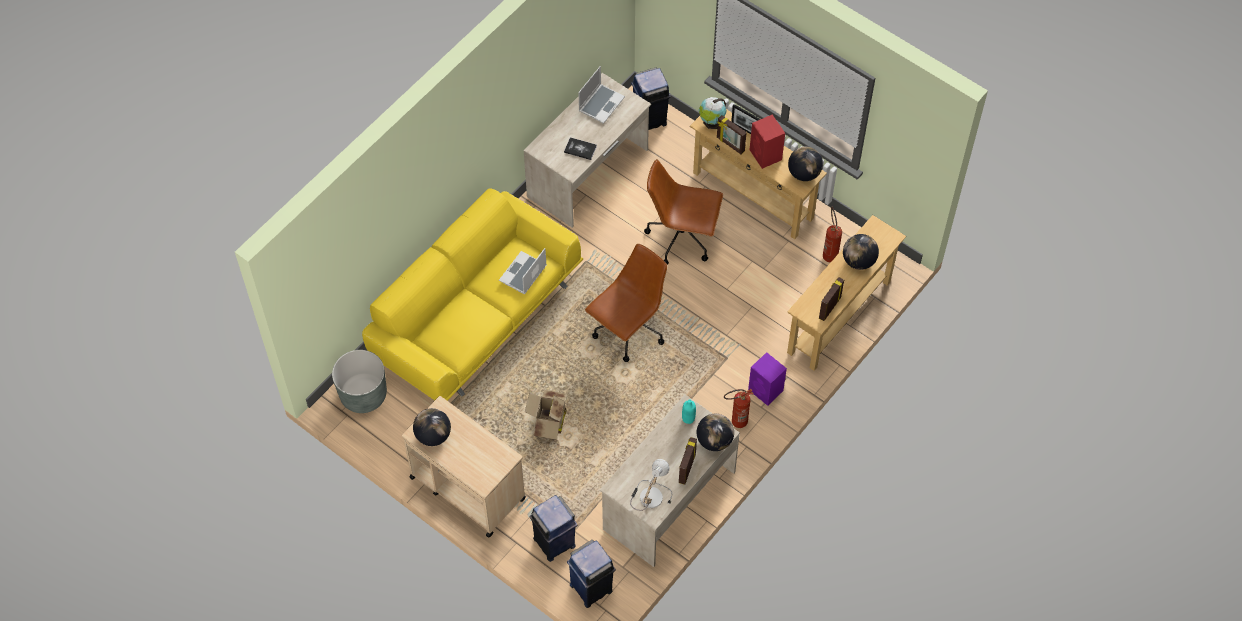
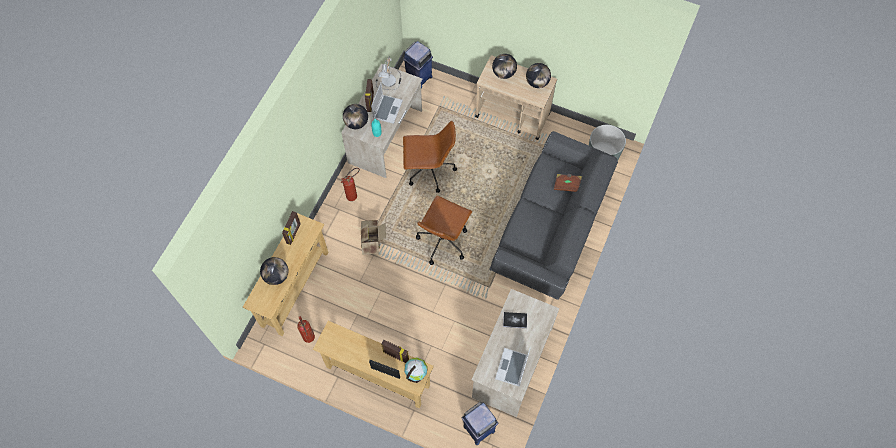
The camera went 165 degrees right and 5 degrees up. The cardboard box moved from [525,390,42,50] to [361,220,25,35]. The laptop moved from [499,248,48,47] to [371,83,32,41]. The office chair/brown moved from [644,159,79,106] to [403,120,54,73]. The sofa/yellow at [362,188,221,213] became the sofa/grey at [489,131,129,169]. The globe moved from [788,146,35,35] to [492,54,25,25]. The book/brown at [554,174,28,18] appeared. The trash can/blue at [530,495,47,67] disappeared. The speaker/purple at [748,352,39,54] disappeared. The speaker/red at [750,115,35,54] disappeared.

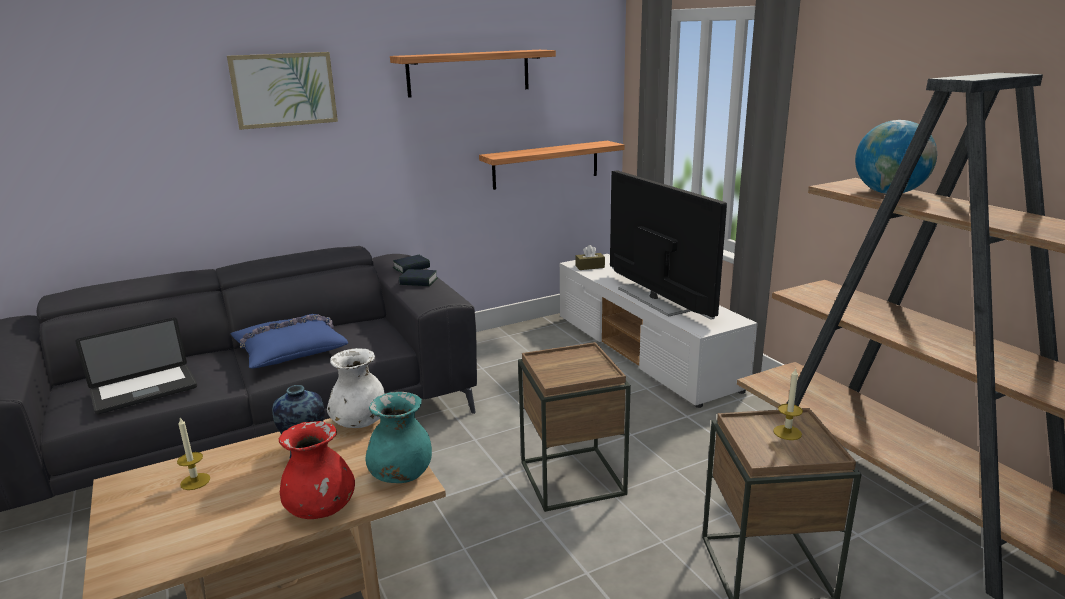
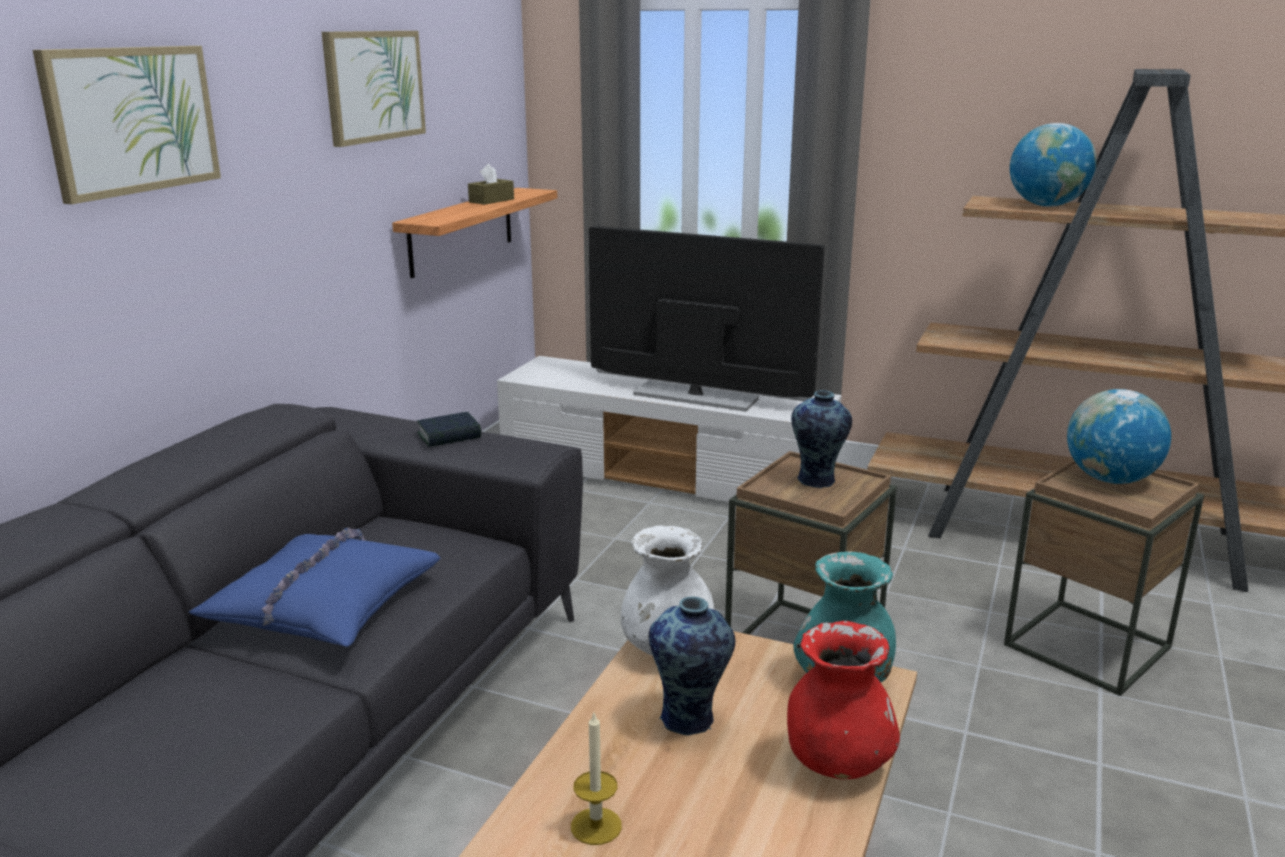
The camera went 40 degrees left and 0 degrees up. The shelf at [390,50,166,48] was replaced by the picture at [322,31,104,116]. The tissue box/brown moved from [576,245,29,25] to [468,164,46,41]. The vase at [791,390,61,98] appeared. The candle at [773,368,30,72] was replaced by the globe at [1067,389,104,95]. The laptop at [75,318,122,96] disappeared. The book at [393,255,37,19] disappeared.

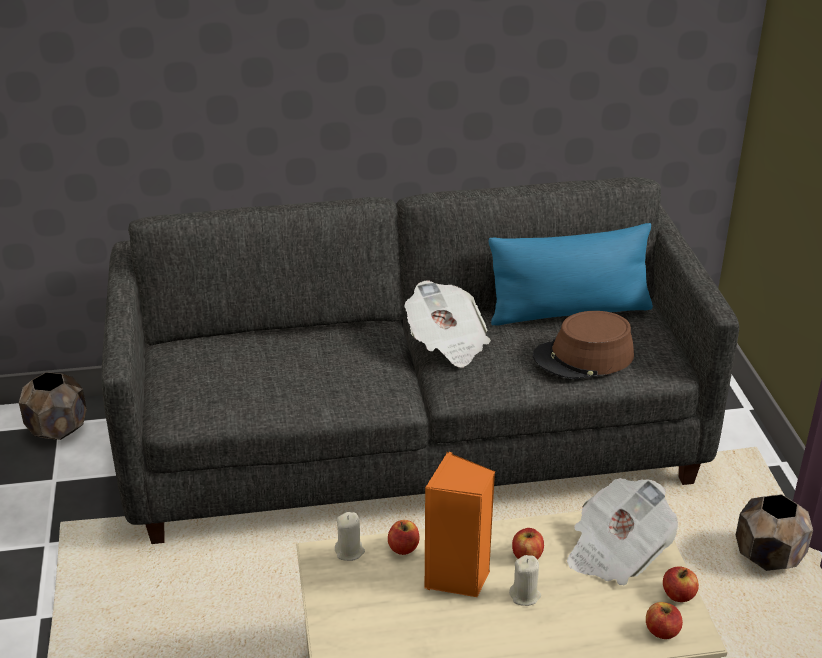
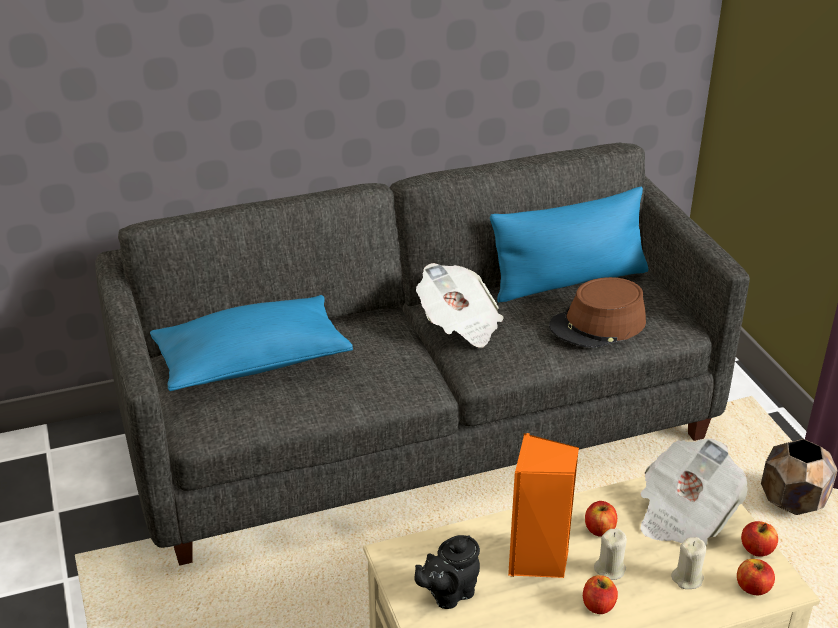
The camera went 10 degrees left and 0 degrees up. The pillow/blue at [150,295,203,96] appeared. The teapot/black at [414,535,66,74] appeared. The apple moved from [388,520,31,35] to [583,575,35,39]. The candle/beige moved from [335,512,30,49] to [671,537,35,52]. The planter/brown at [19,372,68,68] disappeared.

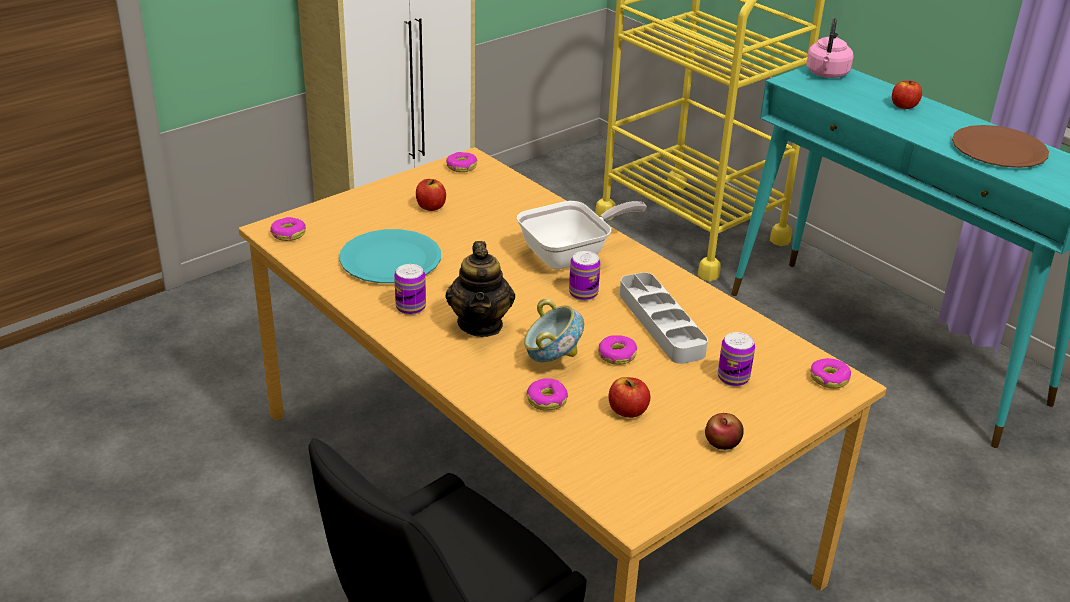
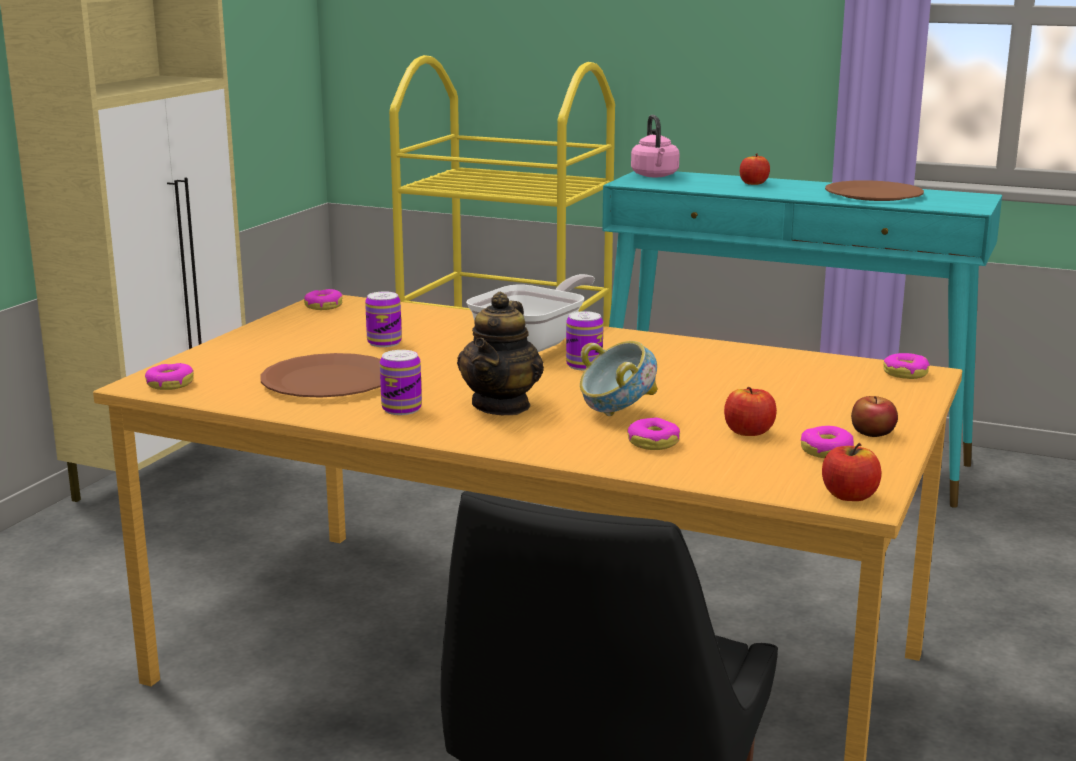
The camera went 25 degrees left and 15 degrees down. The plate/turquoise at [339,229,102,54] became the plate/brown at [261,353,120,45]. The can moved from [718,332,37,55] to [365,292,37,55]. The teapot at [445,241,70,96] turned 45 degrees clockwise. The donut moved from [598,336,39,29] to [801,426,53,32]. The apple moved from [416,179,30,32] to [822,443,59,58]. The tray/grey at [620,272,88,92] disappeared.

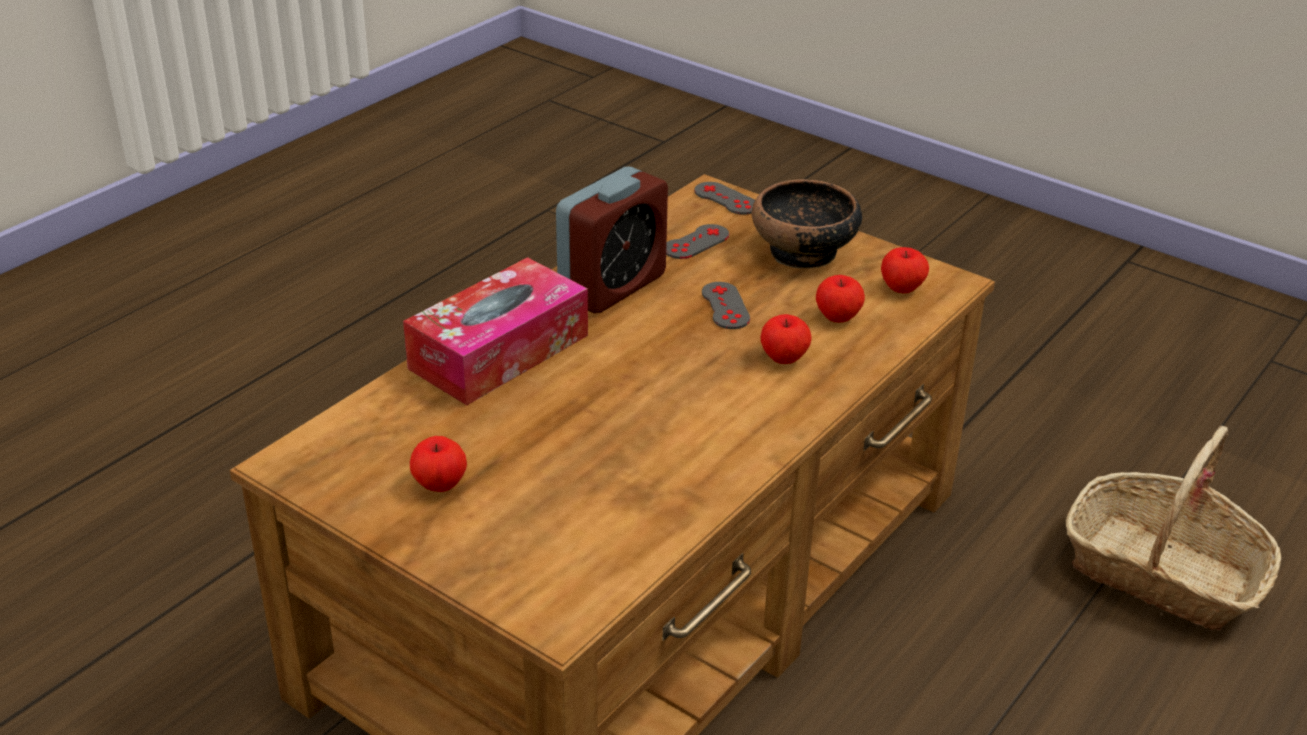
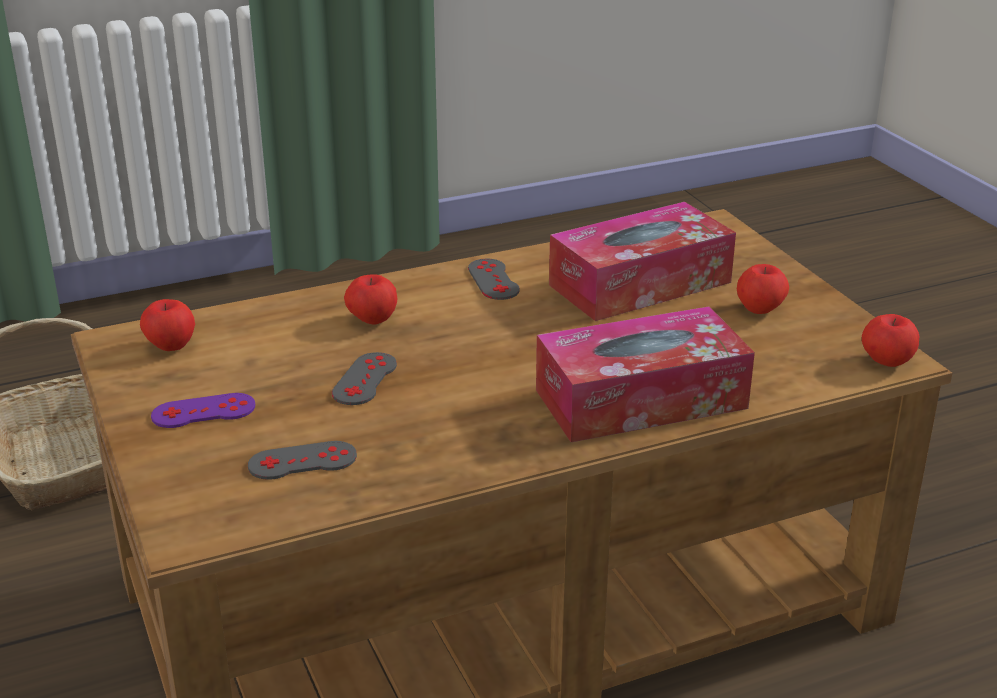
The camera went 150 degrees left and 5 degrees down. The bowl at [752,179,110,90] was replaced by the game controller/purple at [151,393,104,35]. The game controller/grey moved from [694,182,61,33] to [468,258,52,42]. The tissue box at [549,202,187,119] appeared. The apple moved from [816,275,49,48] to [862,314,57,53]. The alarm clock at [556,167,112,146] disappeared.

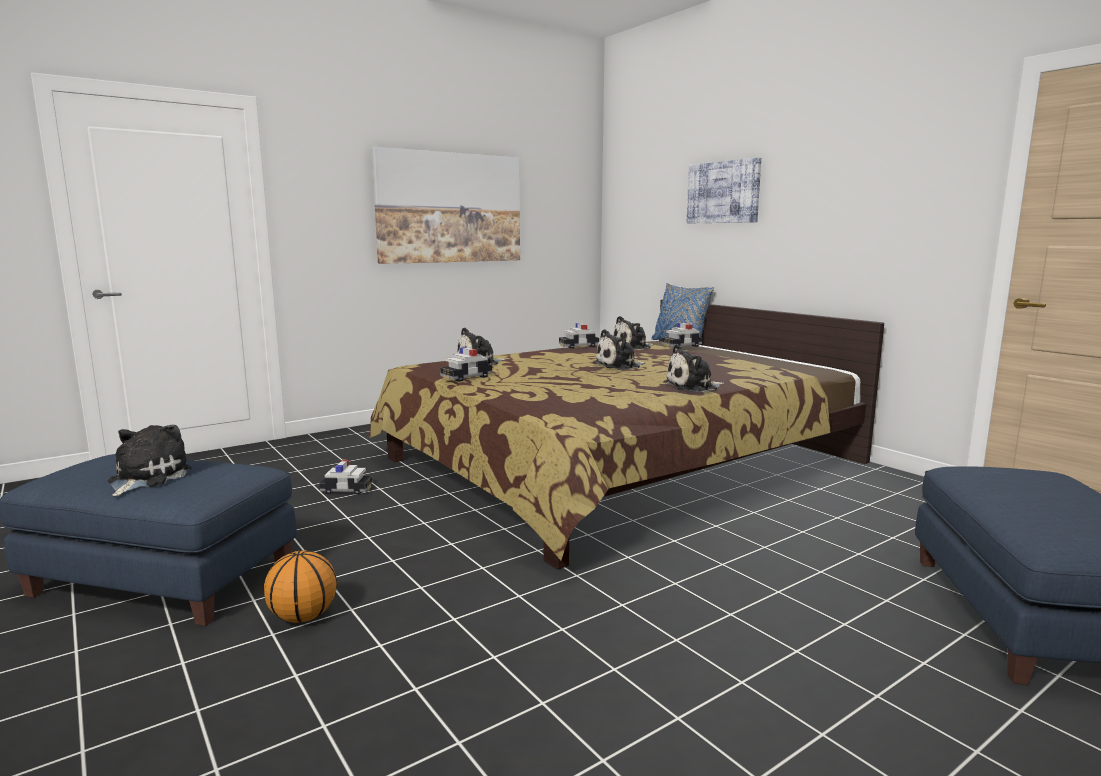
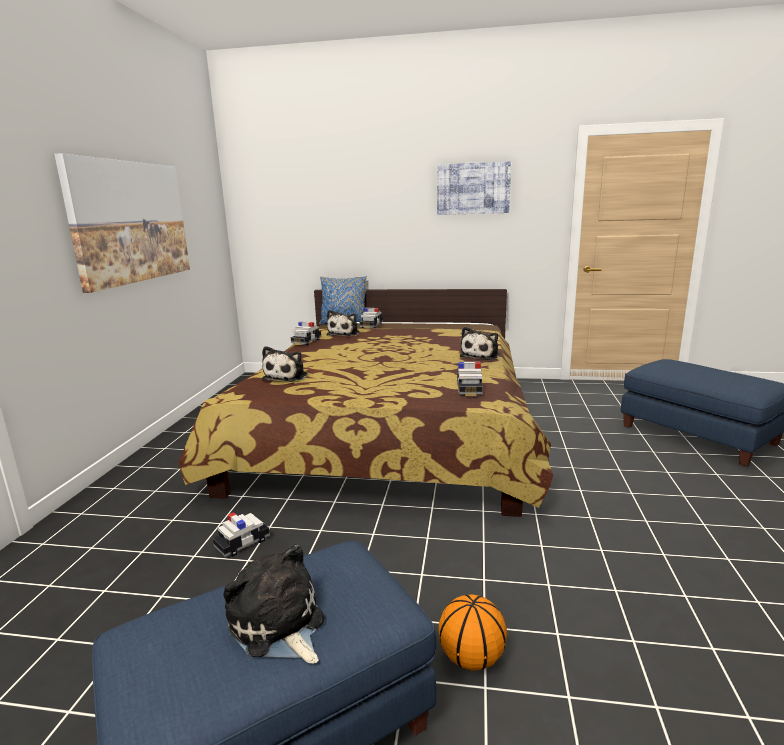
The camera went 45 degrees left and 5 degrees up. The picture moved from [687,158,74,65] to [437,161,74,54]. The toy car moved from [440,347,52,35] to [457,362,26,34]. The plush toy at [593,329,52,41] disappeared.

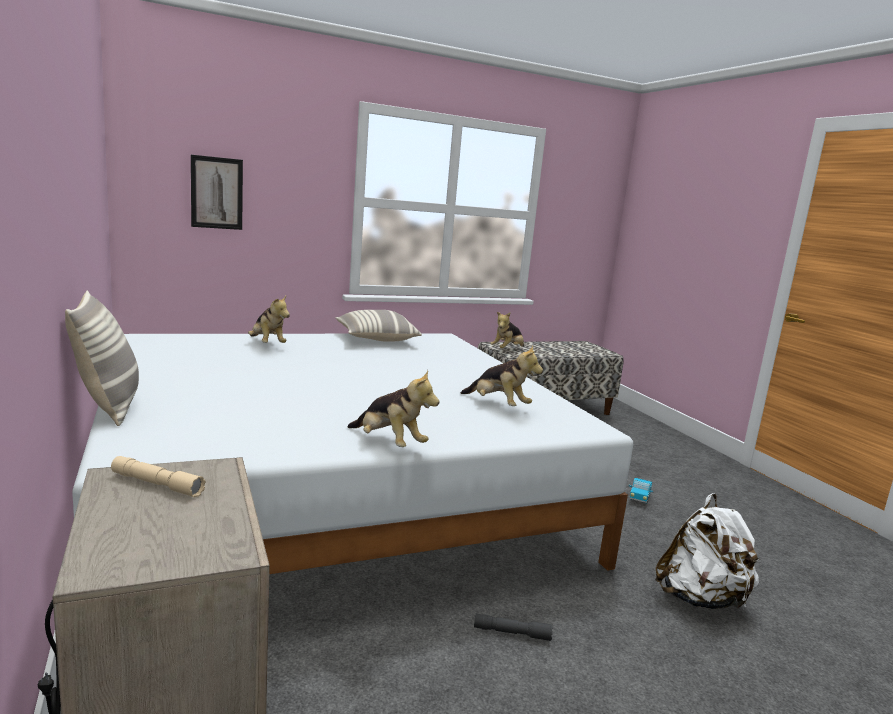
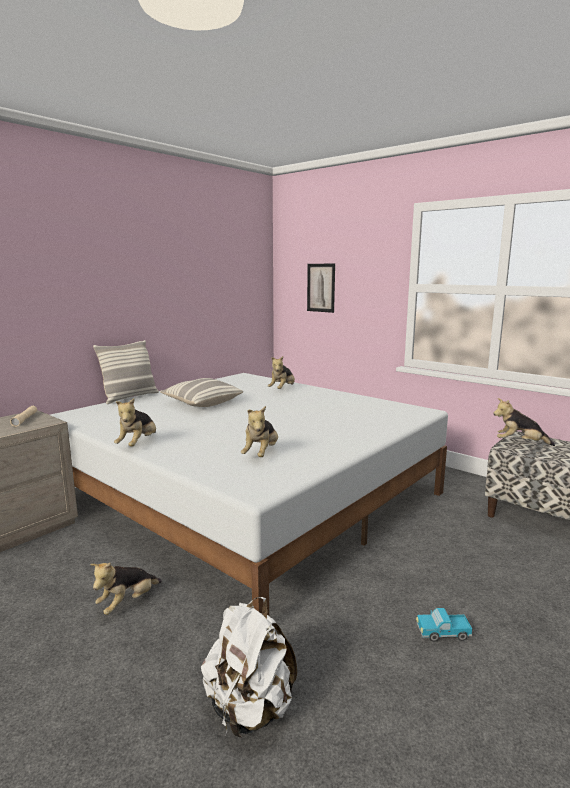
The camera went 65 degrees right and 0 degrees up. The flashlight/grey at [474,614,79,27] was replaced by the plush toy at [90,563,72,52]. The pillow moved from [336,310,86,32] to [160,378,83,29].

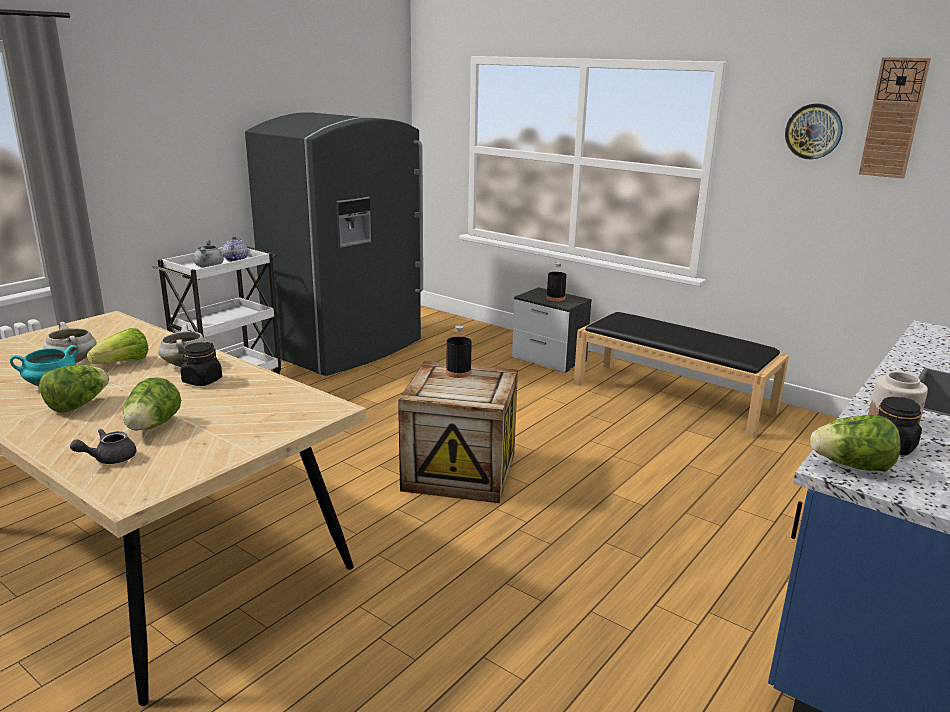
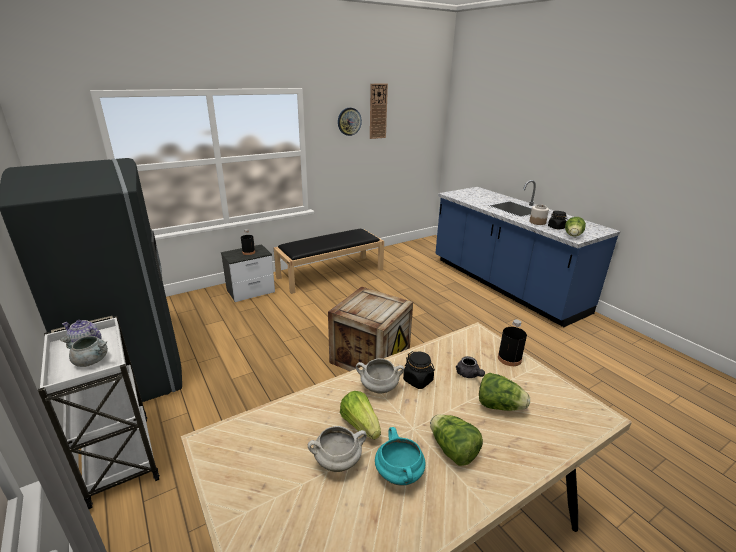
The camera went 70 degrees left and 5 degrees up. The teapot/grey moved from [70,429,67,35] to [456,356,29,22]. The bottle/black moved from [446,325,26,53] to [498,319,29,47].

